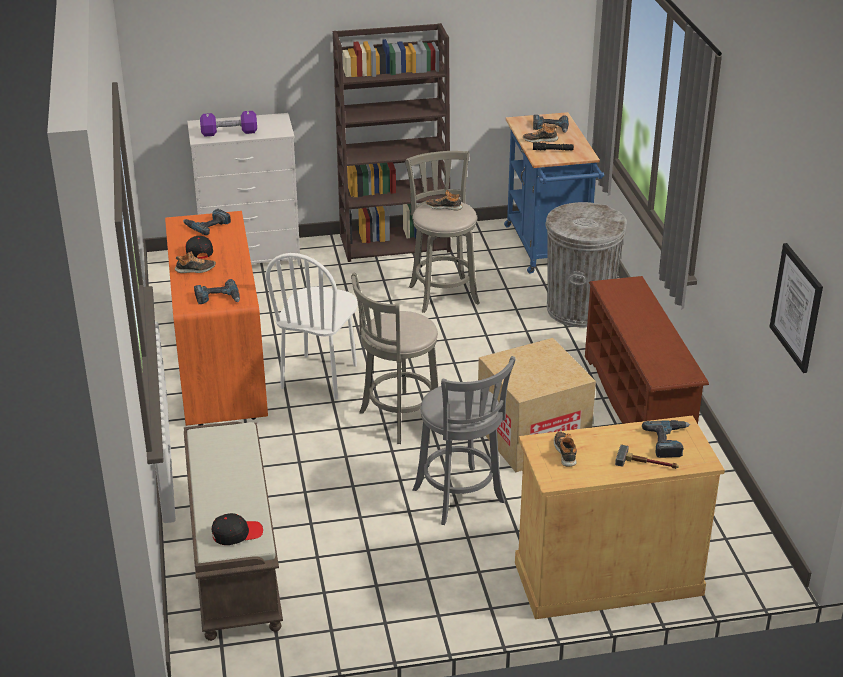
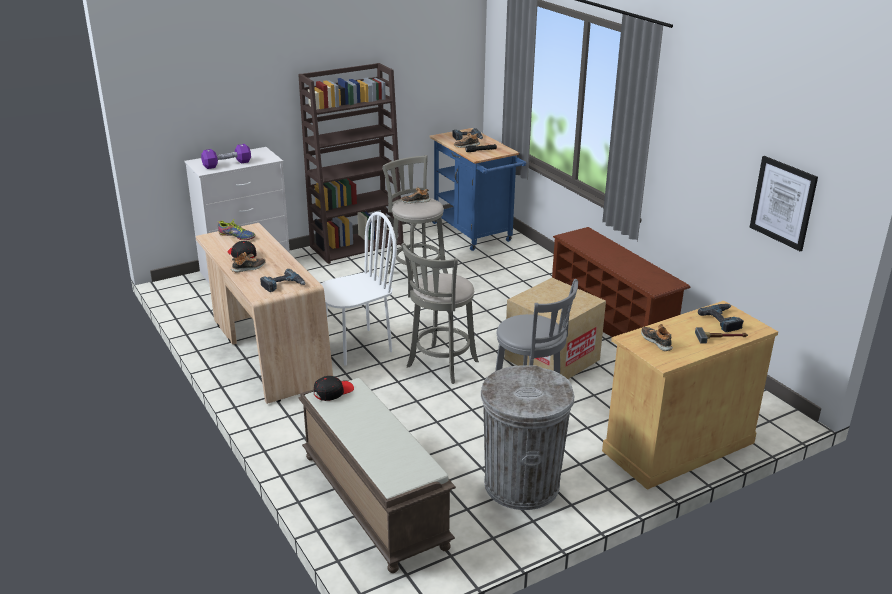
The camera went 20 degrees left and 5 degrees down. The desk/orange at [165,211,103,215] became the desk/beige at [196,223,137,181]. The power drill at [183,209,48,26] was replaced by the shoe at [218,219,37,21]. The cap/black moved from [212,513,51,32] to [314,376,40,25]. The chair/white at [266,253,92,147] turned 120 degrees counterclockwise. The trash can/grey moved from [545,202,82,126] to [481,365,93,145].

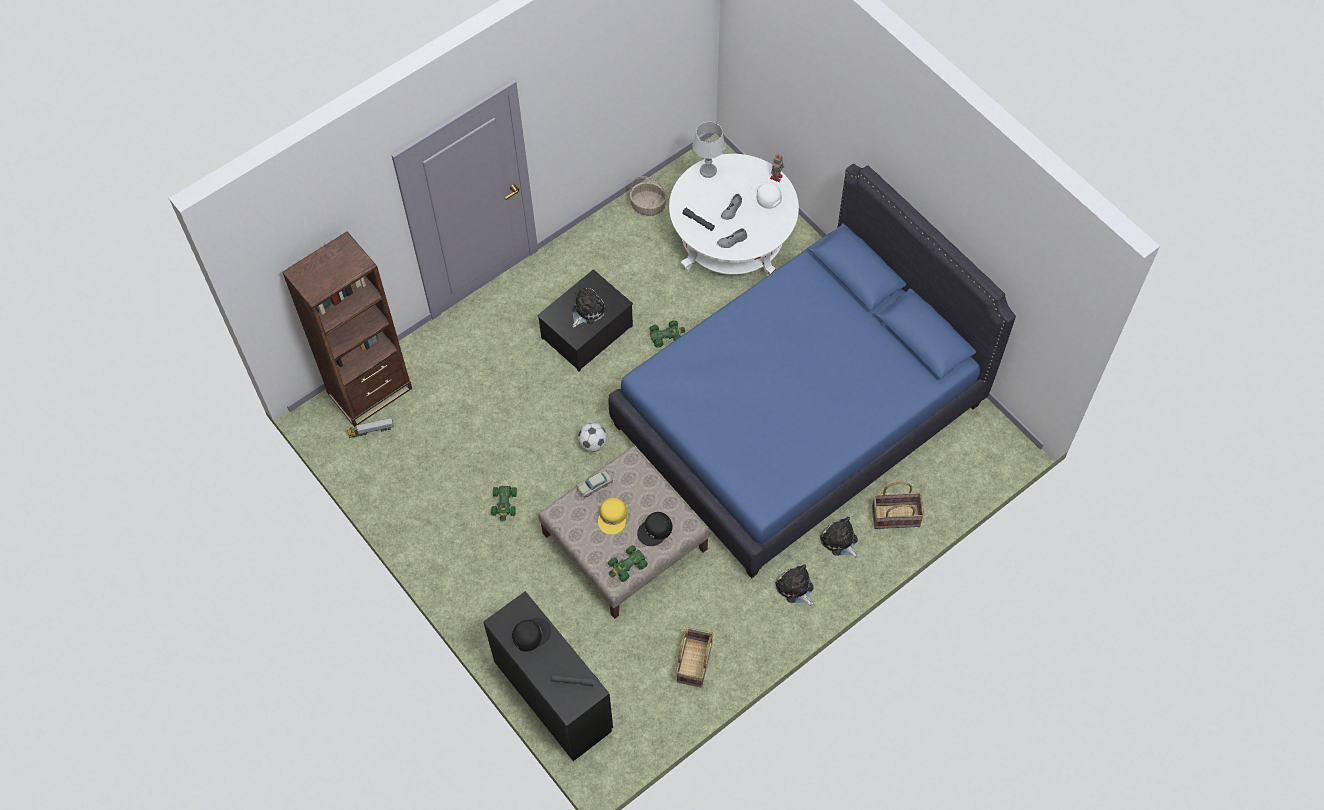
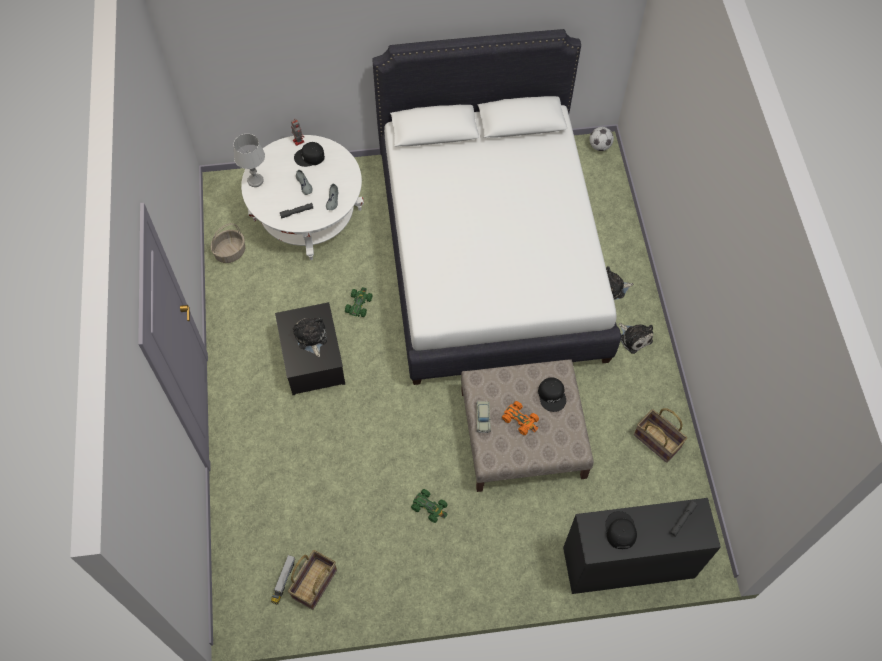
The camera went 60 degrees left and 0 degrees up. The basket moved from [872,482,52,47] to [288,550,49,60]. The cap/white at [750,182,32,27] became the cap/black at [294,142,31,25]. The bed/blue at [608,164,408,414] became the bed/white at [372,29,249,356]. The cap/yellow at [598,498,29,37] was replaced by the toy car/orange at [502,401,37,34]. The football moved from [578,423,29,29] to [589,127,25,24]. The plush toy at [776,564,38,42] turned 120 degrees counterclockwise. The bookcase/brown at [282,231,130,196] disappeared. The toy car/green at [608,545,40,37] disappeared.

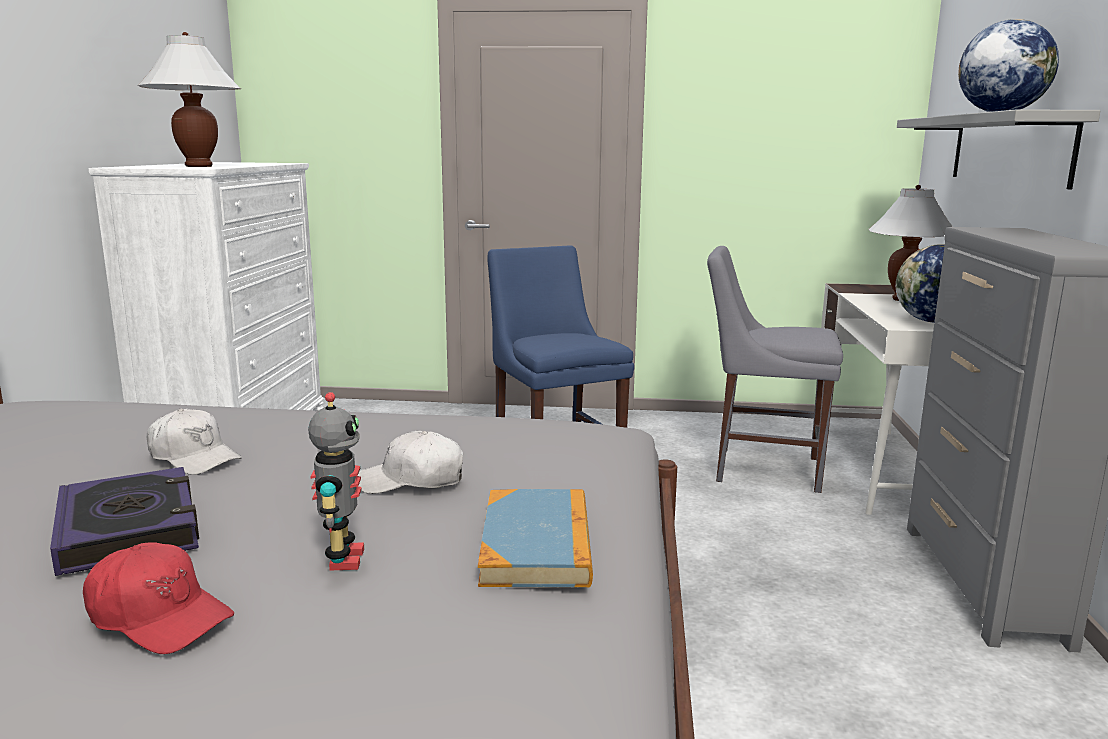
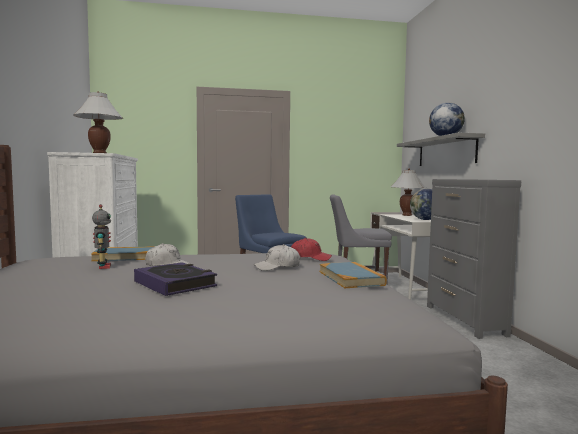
The camera went 15 degrees left and 10 degrees down. The book at [91,246,64,15] appeared. The toy robot moved from [308,392,56,179] to [92,204,19,65]. The cap/red moved from [83,542,151,112] to [291,238,41,23].

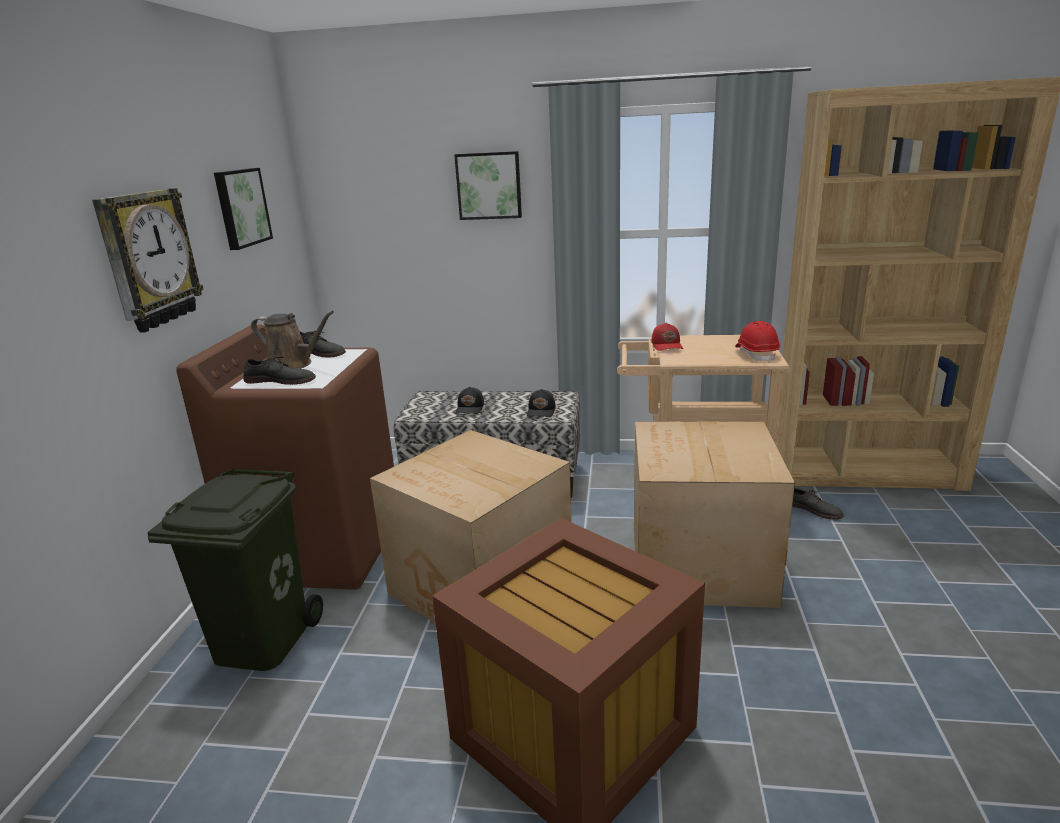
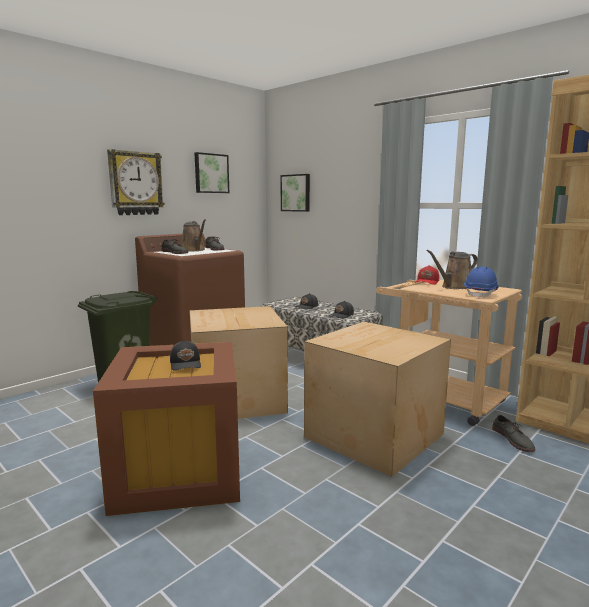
The camera went 35 degrees right and 10 degrees down. The cap/black at [170,340,31,31] appeared. The picture moved from [454,151,68,69] to [280,174,30,38]. The watering can/brown at [426,250,52,39] appeared. The hard hat/red at [735,321,45,42] became the hard hat/blue at [464,267,35,32].

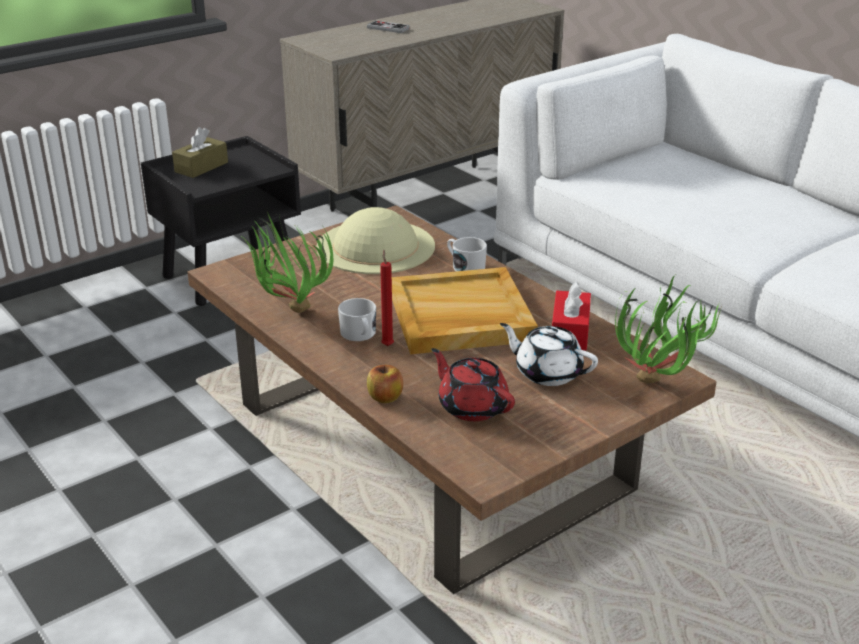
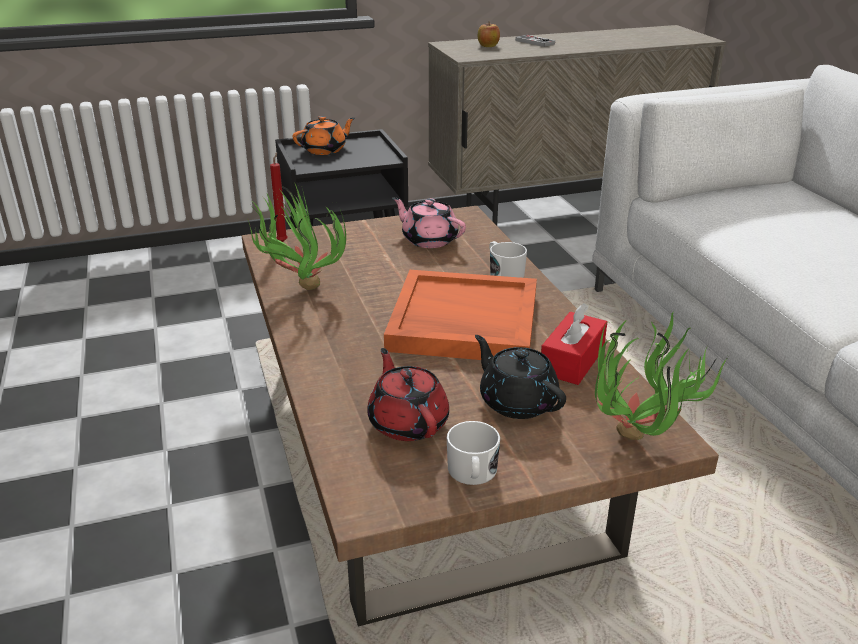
The camera went 20 degrees right and 0 degrees up. The candle/red moved from [380,250,14,96] to [270,153,18,89]. The tissue box/brown at [172,127,56,51] was replaced by the teapot/orange at [293,116,62,39]. The tray/beige at [392,267,146,87] became the tray/orange at [384,270,153,90]. The hat/beige at [316,207,119,67] was replaced by the teapot/pink at [392,197,74,51]. The mug/white moved from [338,298,38,43] to [447,421,53,64]. The teapot/white at [500,323,98,63] became the teapot/black at [475,335,91,84]. The apple moved from [367,365,36,38] to [478,24,22,23].

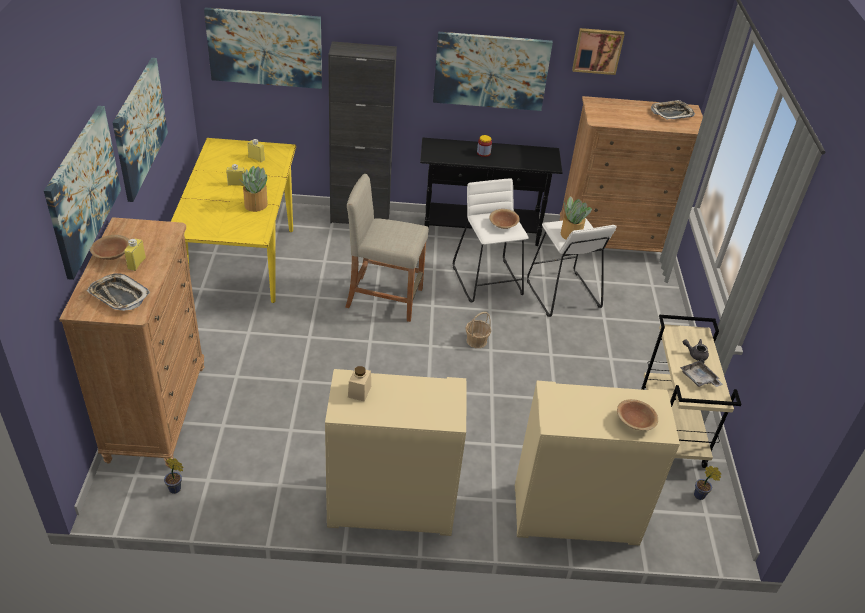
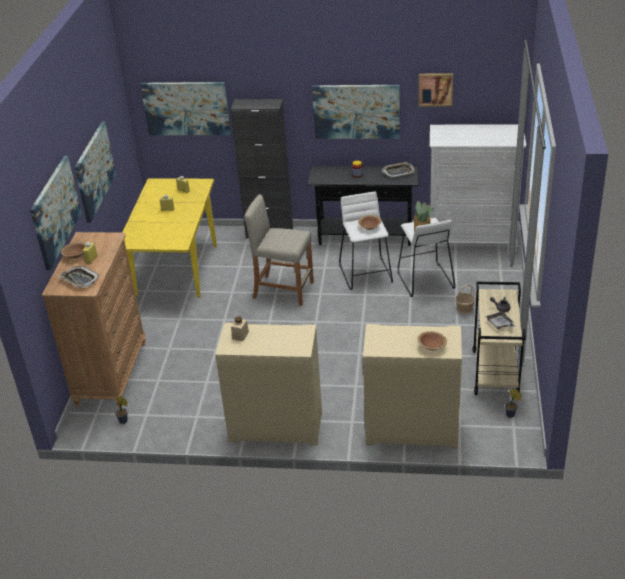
The camera went 10 degrees right and 5 degrees down. The tray moved from [651,100,44,20] to [382,162,33,16]. The dresser/brown at [560,96,143,156] became the dresser/white at [429,124,97,127]. The basket moved from [465,312,26,36] to [455,284,20,30]. The potted plant at [239,166,29,46] disappeared.

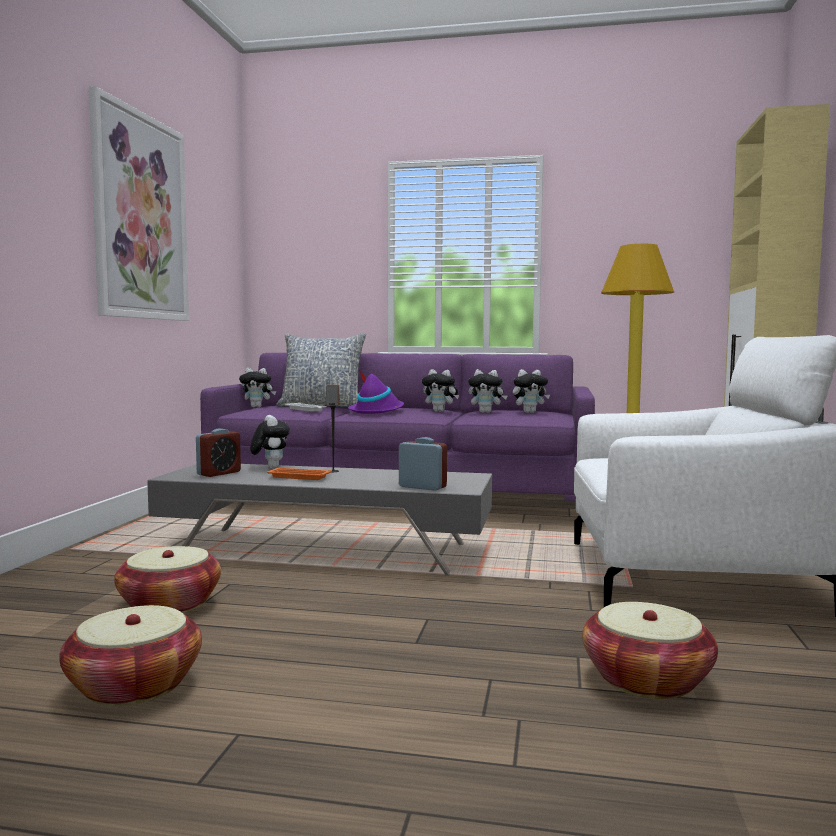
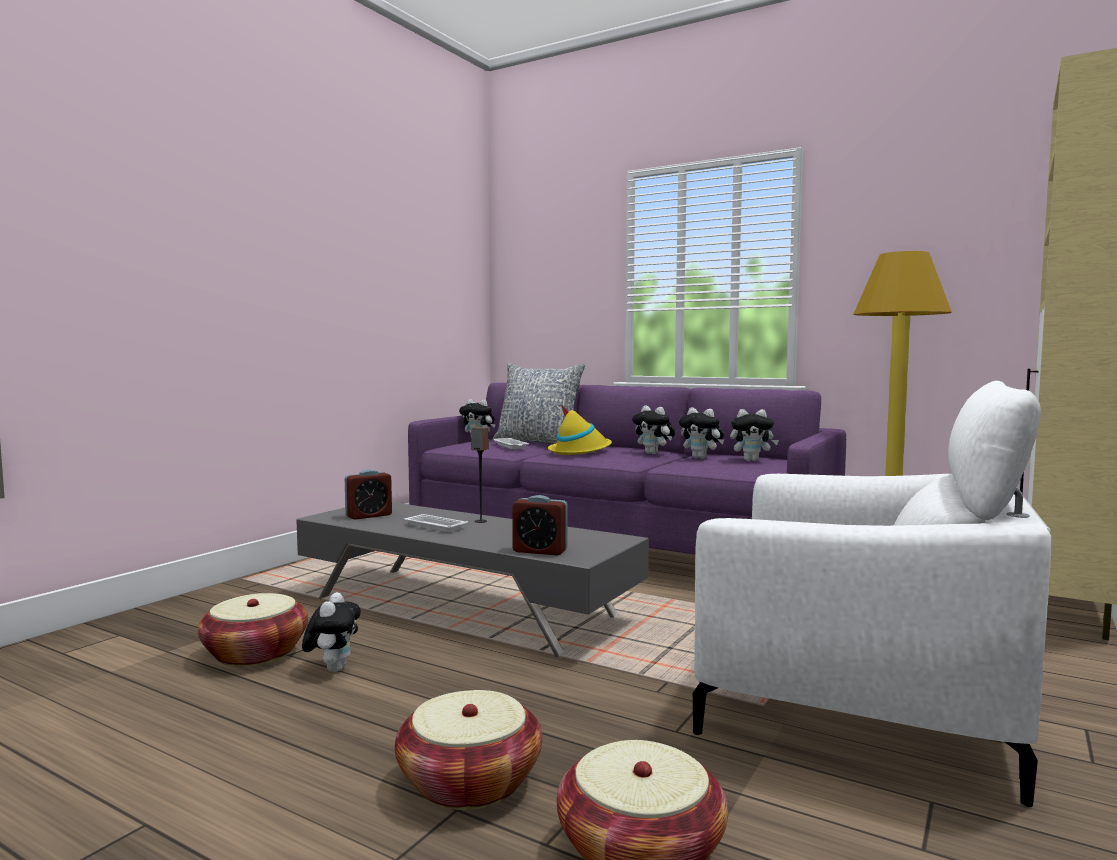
The camera went 20 degrees right and 0 degrees up. The plush toy moved from [250,415,40,53] to [302,592,59,80]. The basket moved from [59,605,143,101] to [395,690,147,120]. The tray/orange at [267,468,65,12] became the tray/white at [404,514,64,18]. The alarm clock at [399,437,48,54] turned 150 degrees clockwise. The hat/purple at [348,369,56,45] became the hat/yellow at [548,404,64,51]. The picture at [89,86,100,235] disappeared.

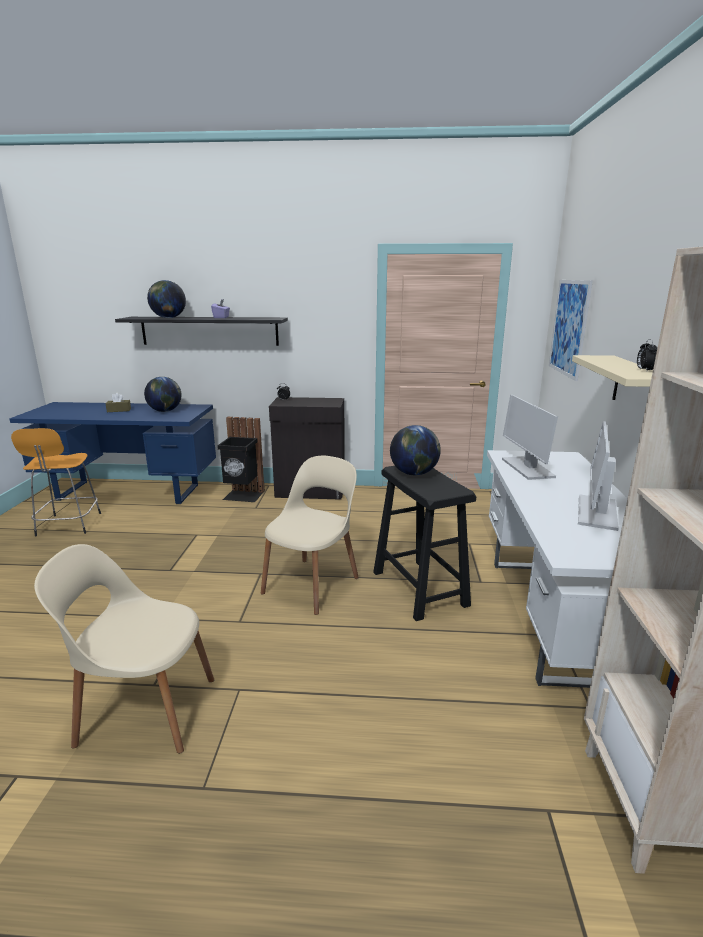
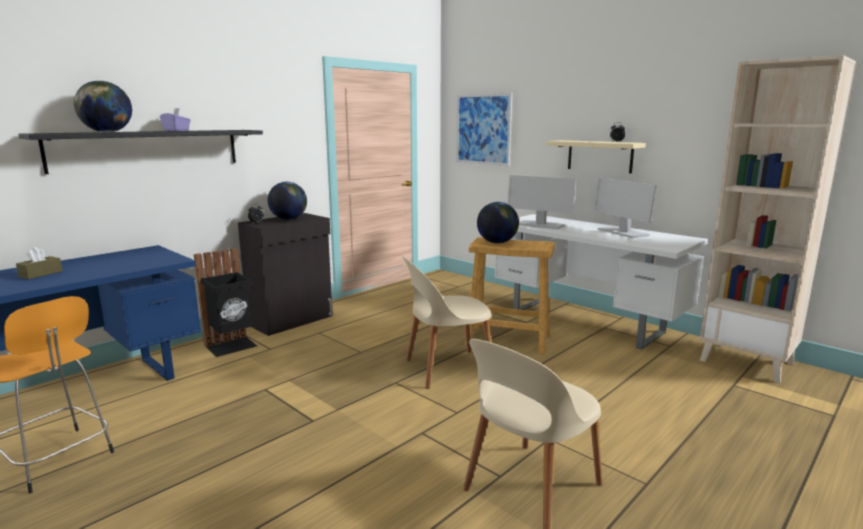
The camera went 50 degrees left and 5 degrees down. The globe moved from [144,377,37,35] to [268,182,39,38]. The chair/beige at [261,456,98,159] turned 90 degrees counterclockwise. The stool/black at [373,466,103,155] became the stool/beige at [465,237,90,118].

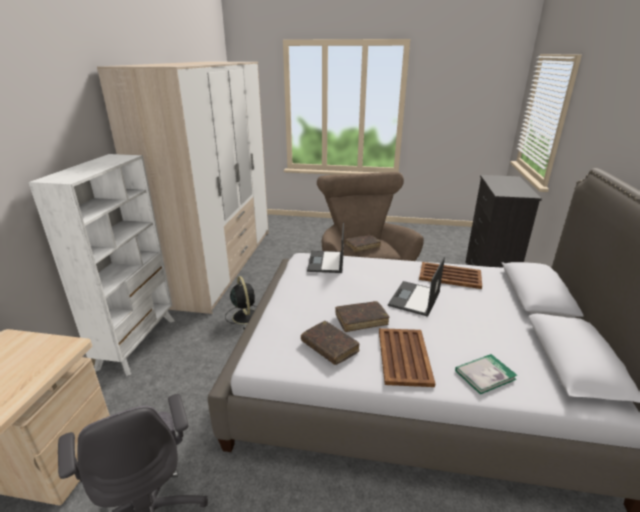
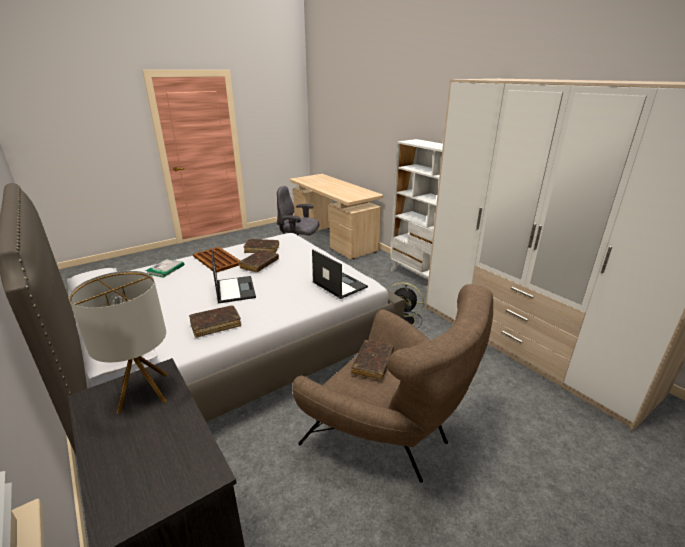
The camera went 135 degrees right and 0 degrees up. The table lamp at [69,271,99,143] appeared. The tray/brown at [419,262,63,27] was replaced by the book/brown at [189,305,52,33].

